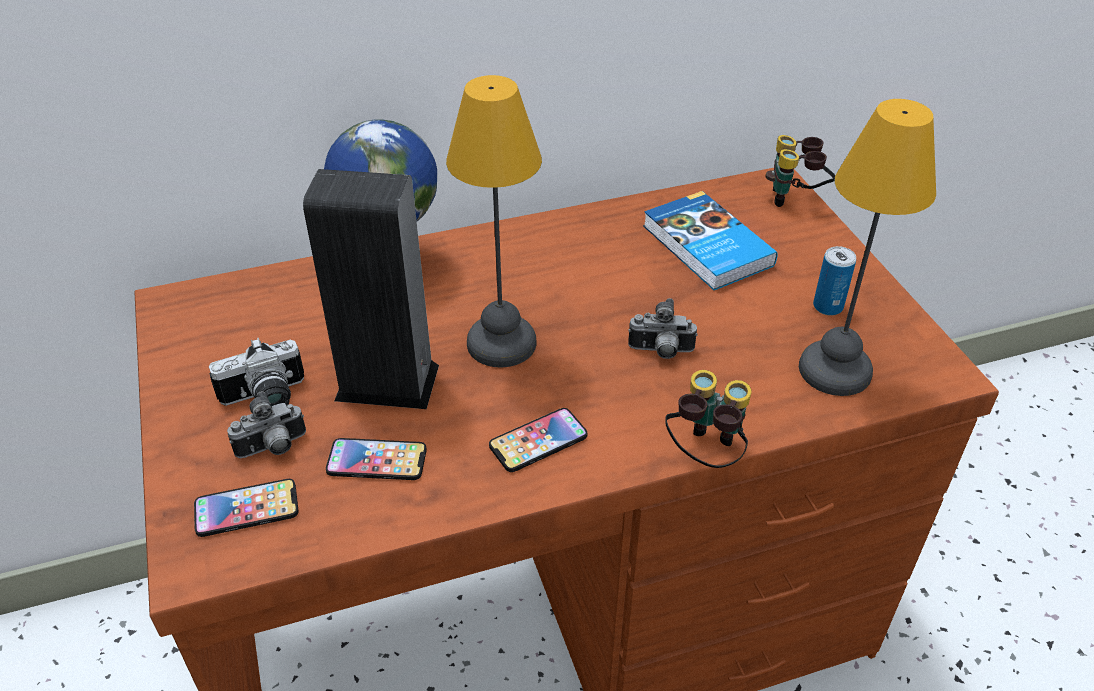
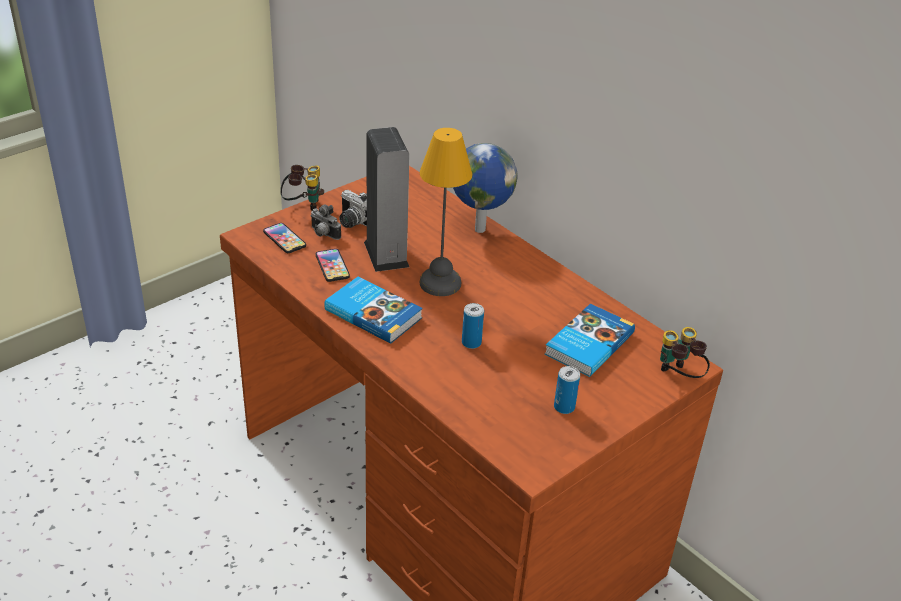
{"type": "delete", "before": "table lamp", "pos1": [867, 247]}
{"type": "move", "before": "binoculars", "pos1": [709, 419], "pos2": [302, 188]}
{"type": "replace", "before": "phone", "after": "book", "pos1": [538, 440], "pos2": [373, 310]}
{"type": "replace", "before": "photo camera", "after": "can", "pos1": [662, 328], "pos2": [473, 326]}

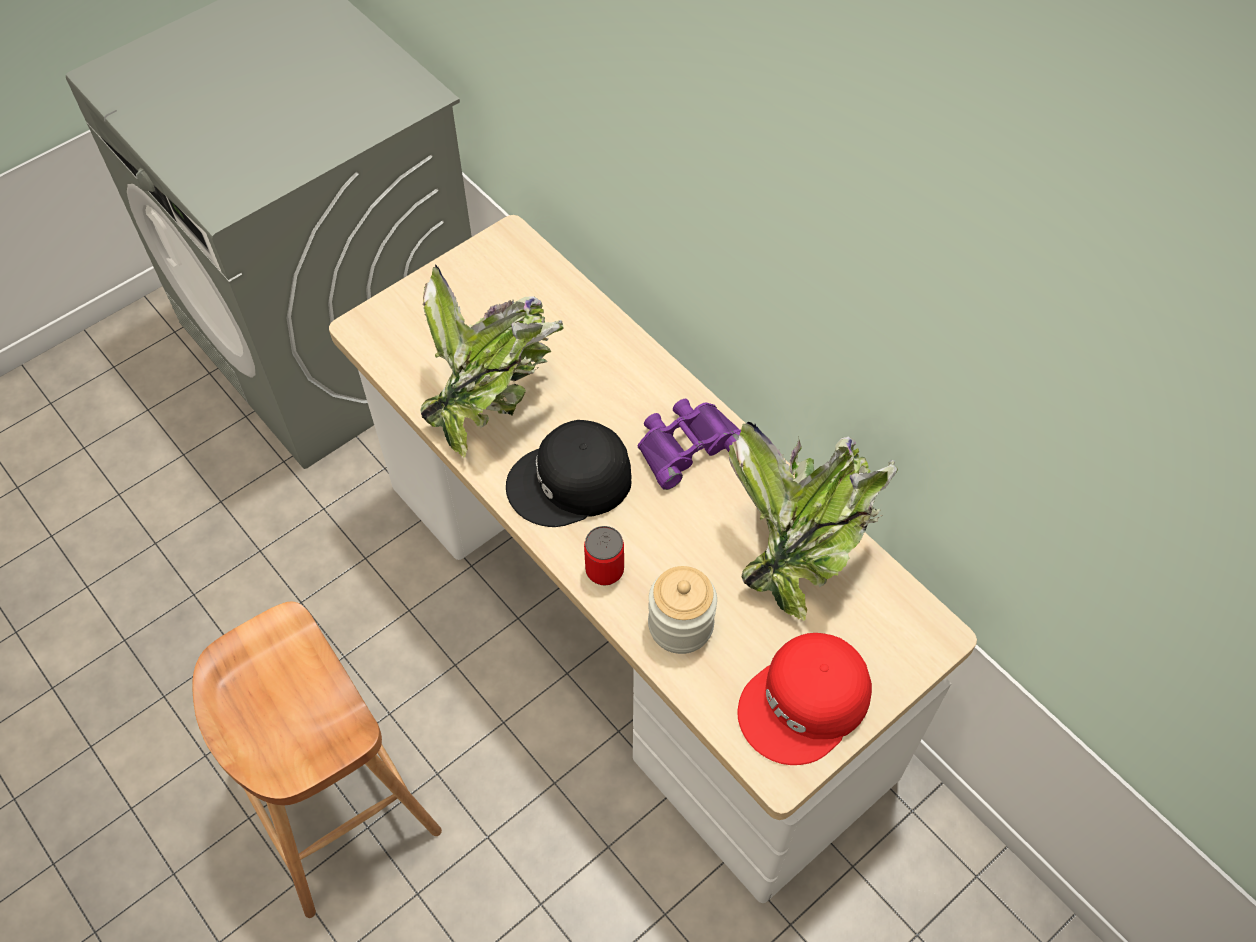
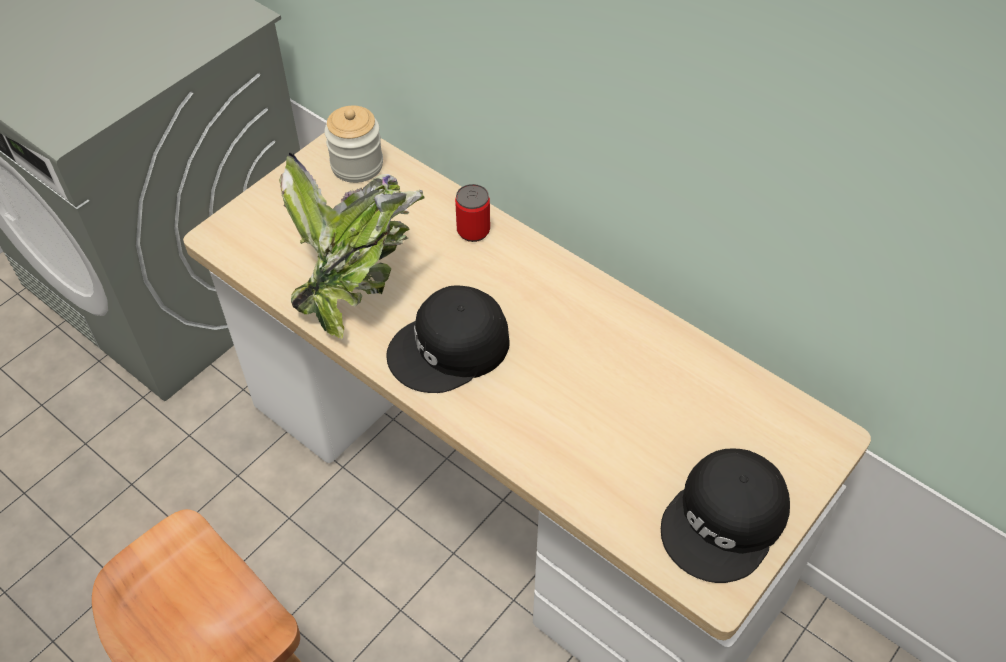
{"type": "delete", "before": "purple binoculars", "pos1": [689, 444]}
{"type": "delete", "before": "potted plant", "pos1": [813, 521]}
{"type": "move", "before": "can", "pos1": [604, 555], "pos2": [472, 213]}
{"type": "move", "before": "jar", "pos1": [682, 610], "pos2": [353, 144]}
{"type": "recolor", "before": "red cap", "after": "black cap", "pos1": [805, 699], "pos2": [725, 515]}

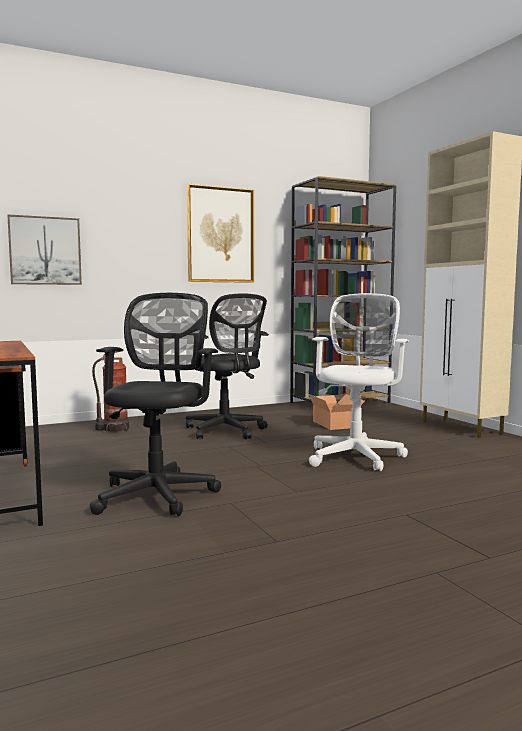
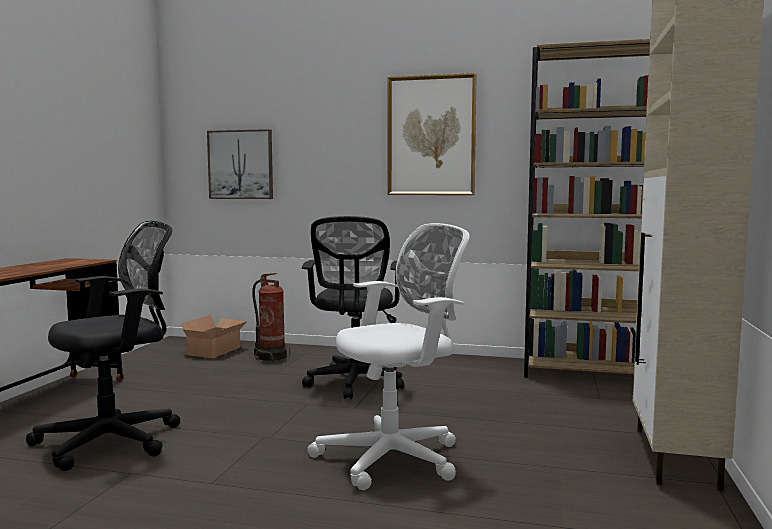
{"type": "move", "before": "cardboard box", "pos1": [337, 412], "pos2": [214, 336]}

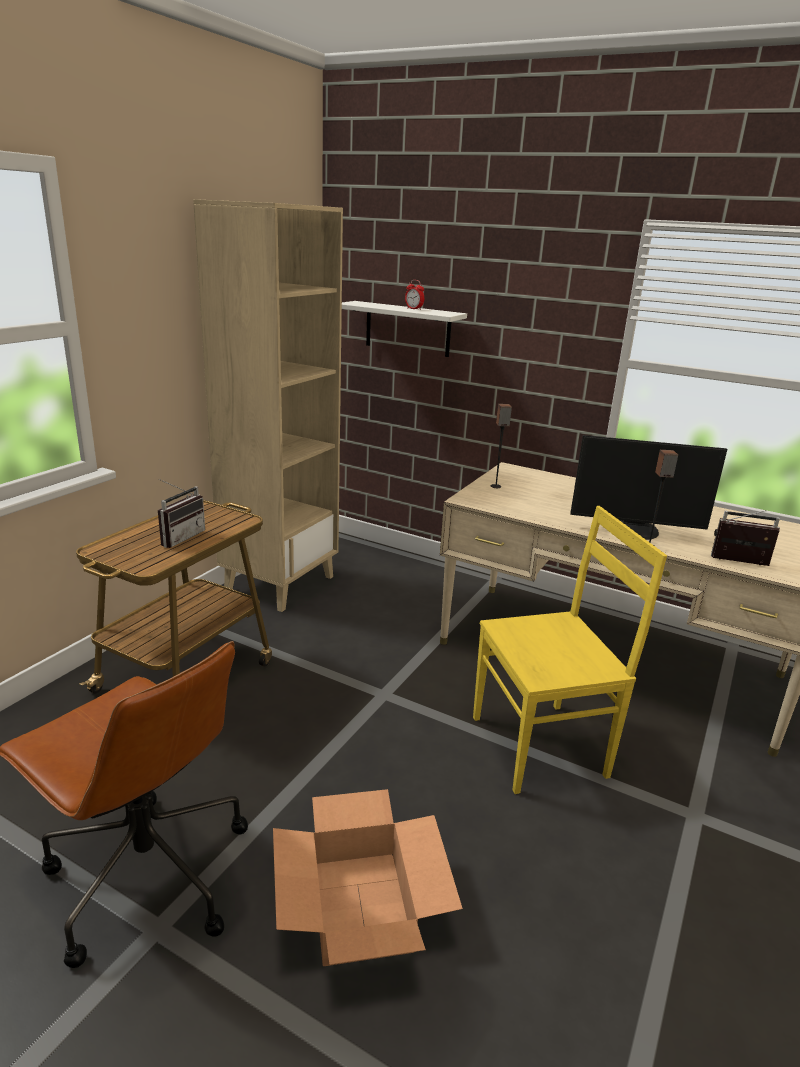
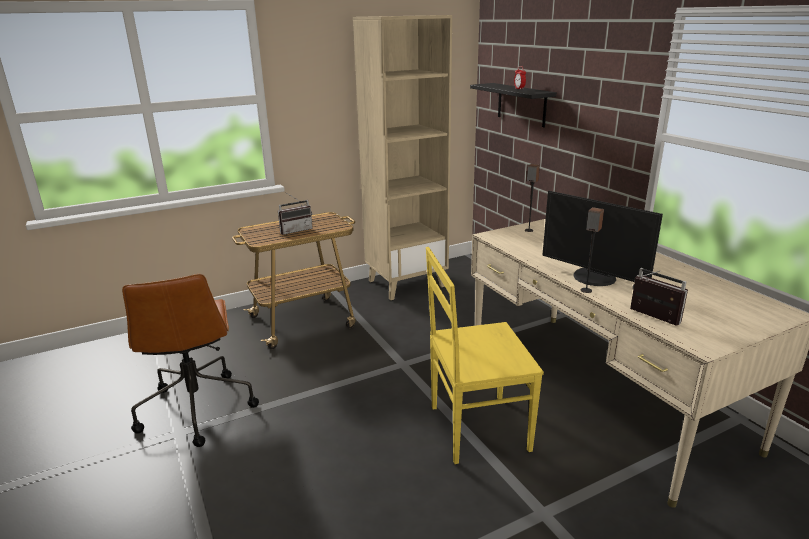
{"type": "delete", "before": "cardboard box", "pos1": [368, 877]}
{"type": "recolor", "before": "white shelf", "after": "black shelf", "pos1": [404, 329], "pos2": [513, 105]}
{"type": "rotate", "before": "yellow chair", "pos1": [570, 650], "pos2": [485, 355], "turn": 150}

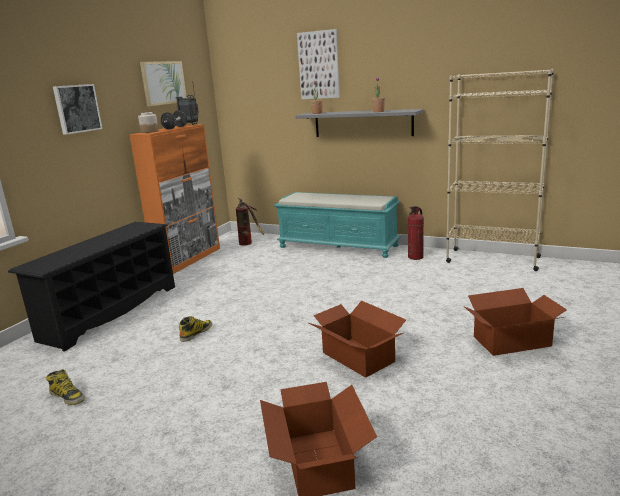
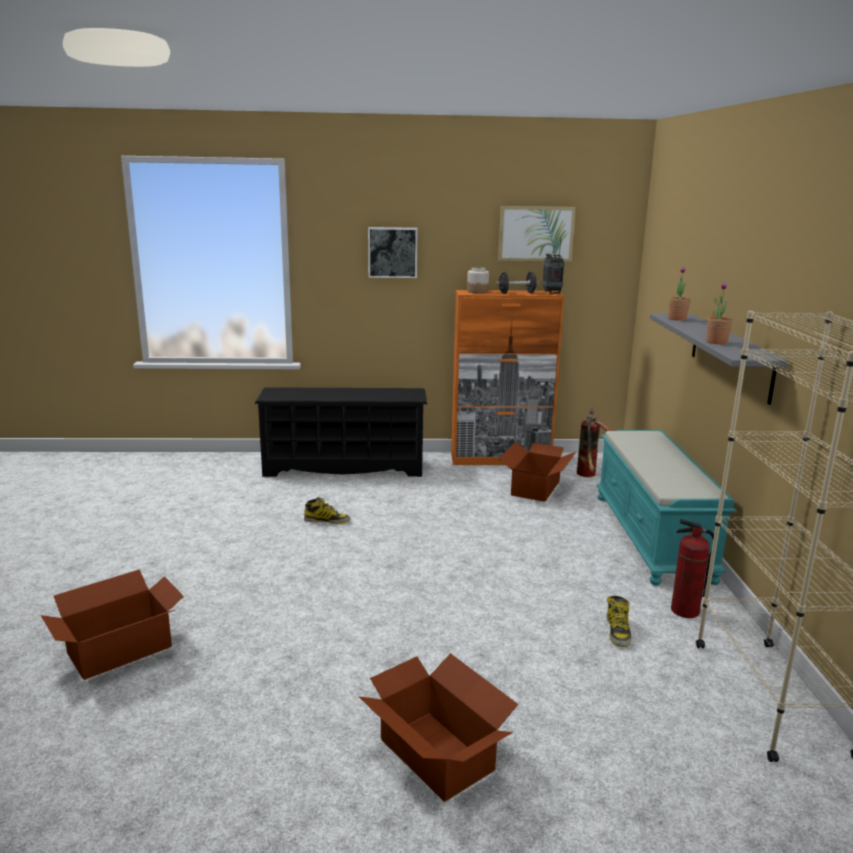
{"type": "delete", "before": "picture", "pos1": [318, 64]}
{"type": "move", "before": "boot", "pos1": [65, 387], "pos2": [618, 621]}
{"type": "move", "before": "cardboard box", "pos1": [357, 339], "pos2": [537, 472]}

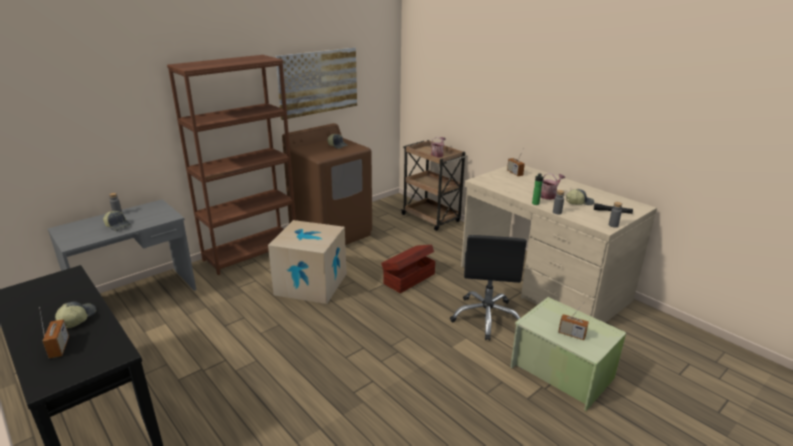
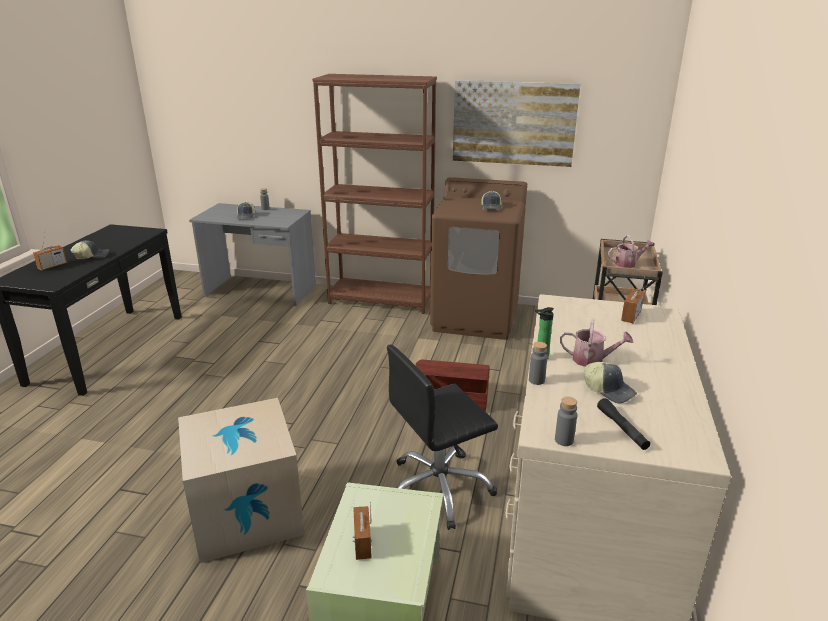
{"type": "move", "before": "cardboard box", "pos1": [307, 262], "pos2": [241, 480]}

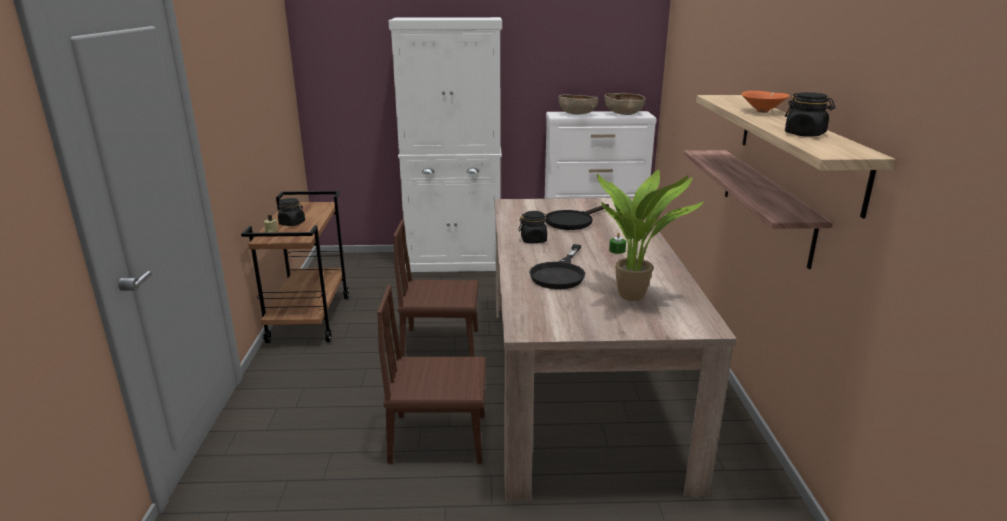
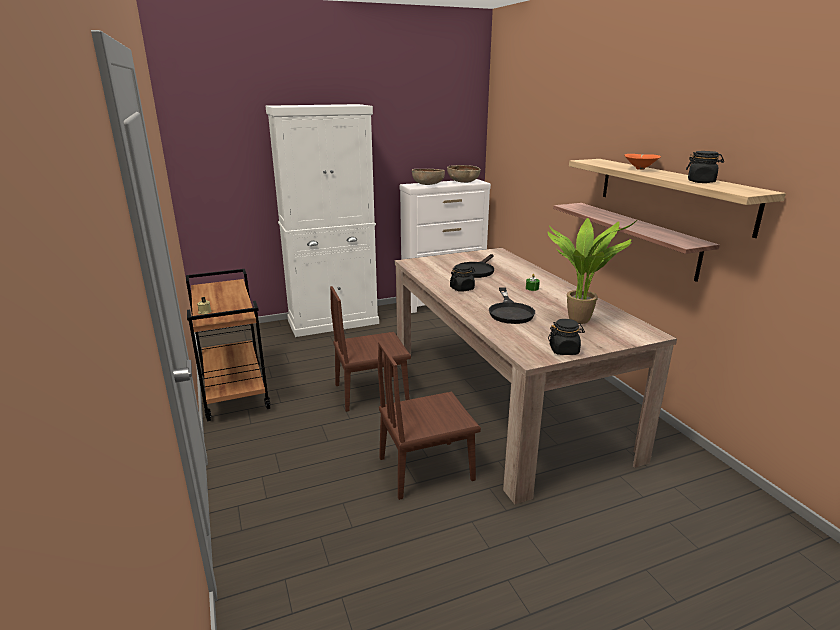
{"type": "move", "before": "black jar", "pos1": [291, 212], "pos2": [566, 337]}

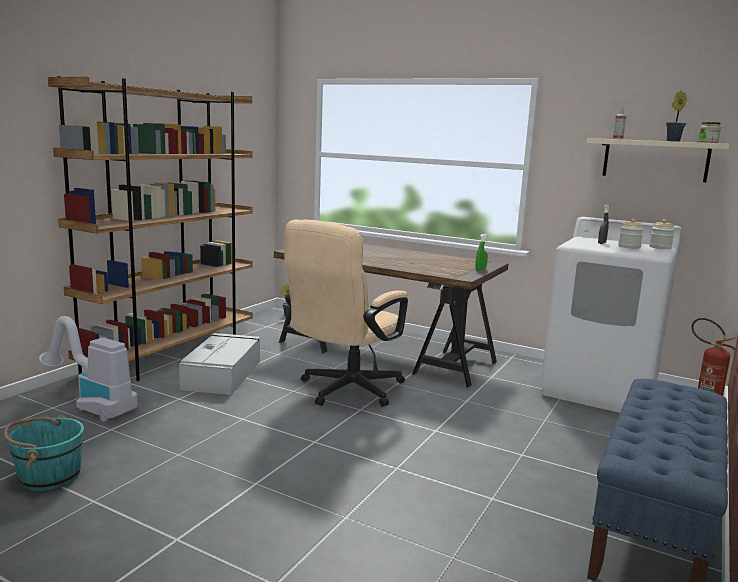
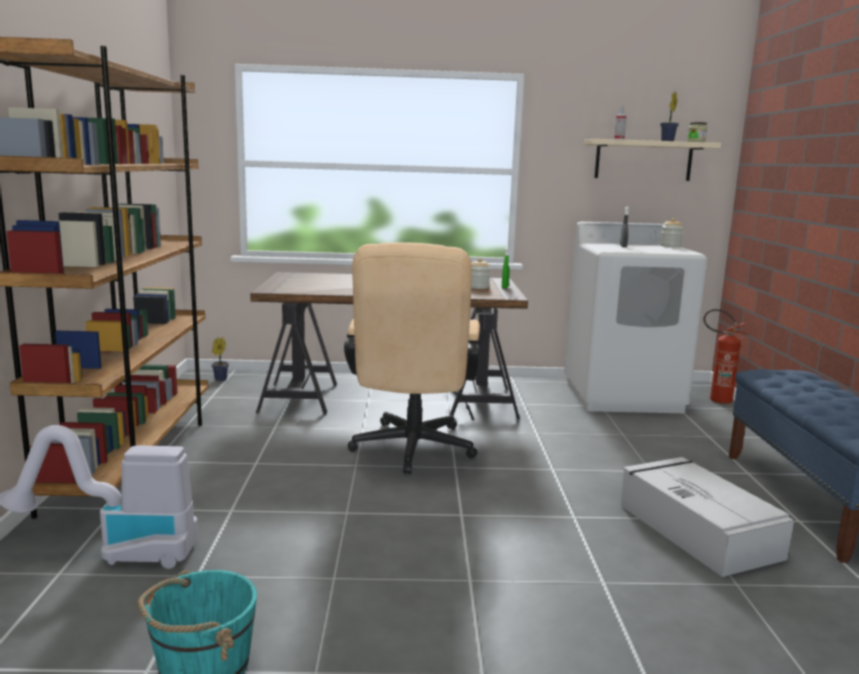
{"type": "move", "before": "grey storage box", "pos1": [220, 364], "pos2": [707, 517]}
{"type": "move", "before": "jar", "pos1": [631, 234], "pos2": [480, 273]}

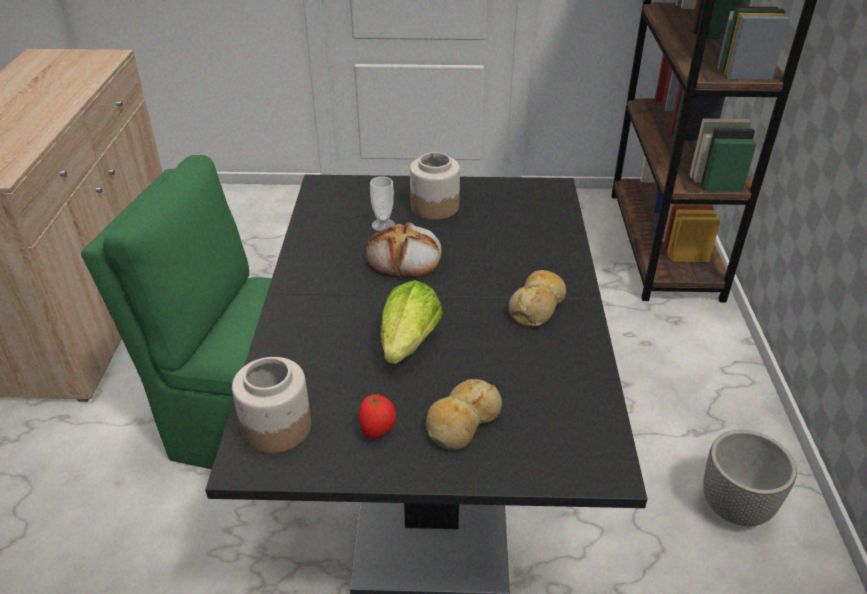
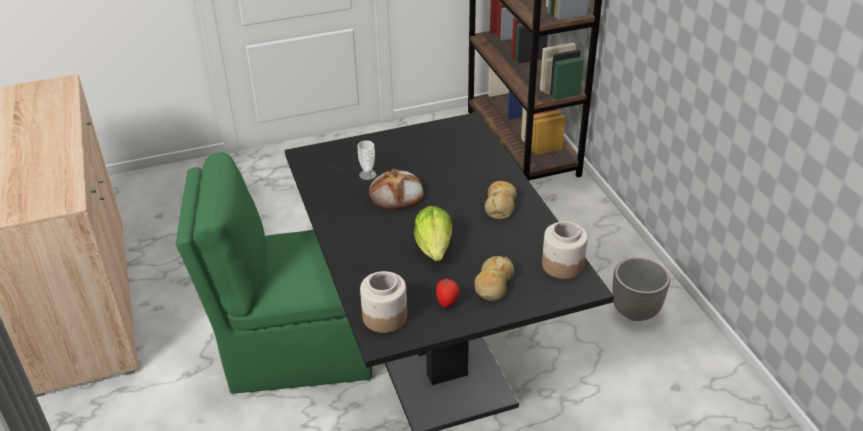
{"type": "move", "before": "jar", "pos1": [435, 186], "pos2": [565, 250]}

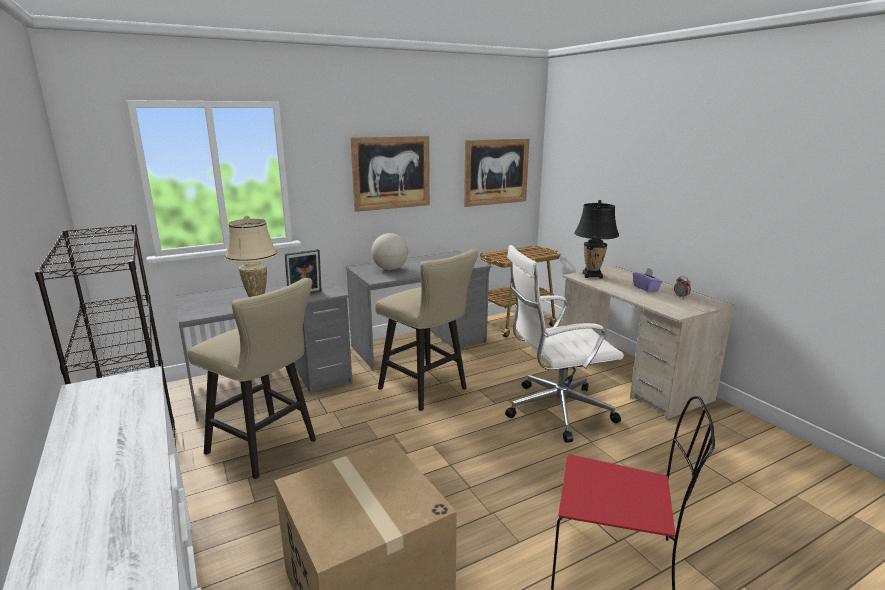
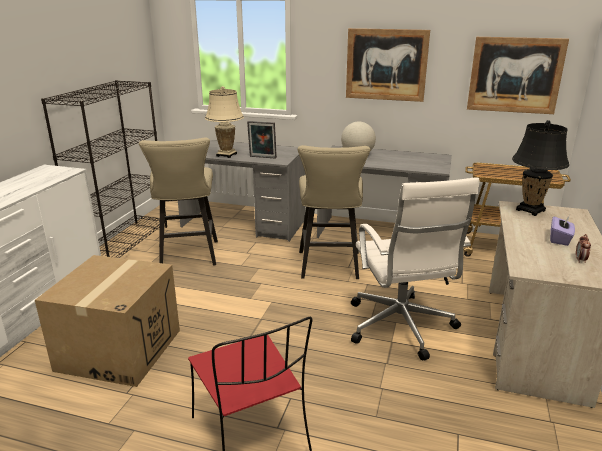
{"type": "rotate", "before": "white office chair", "pos1": [564, 344], "pos2": [415, 269], "turn": -135}

